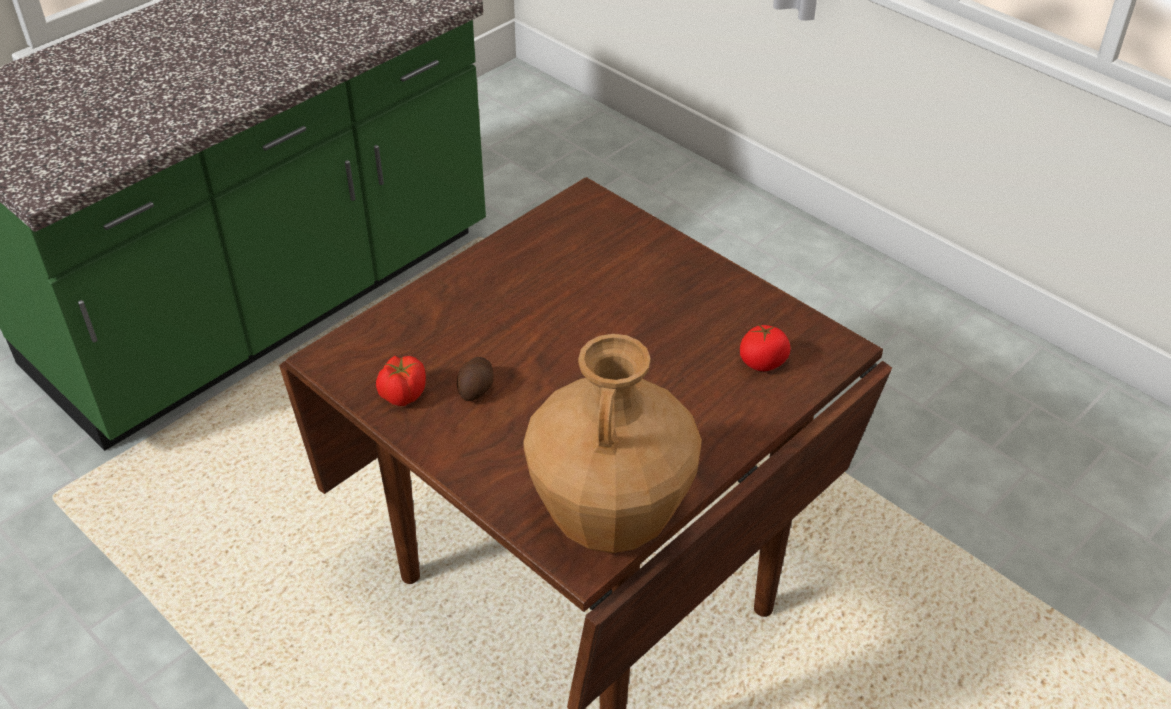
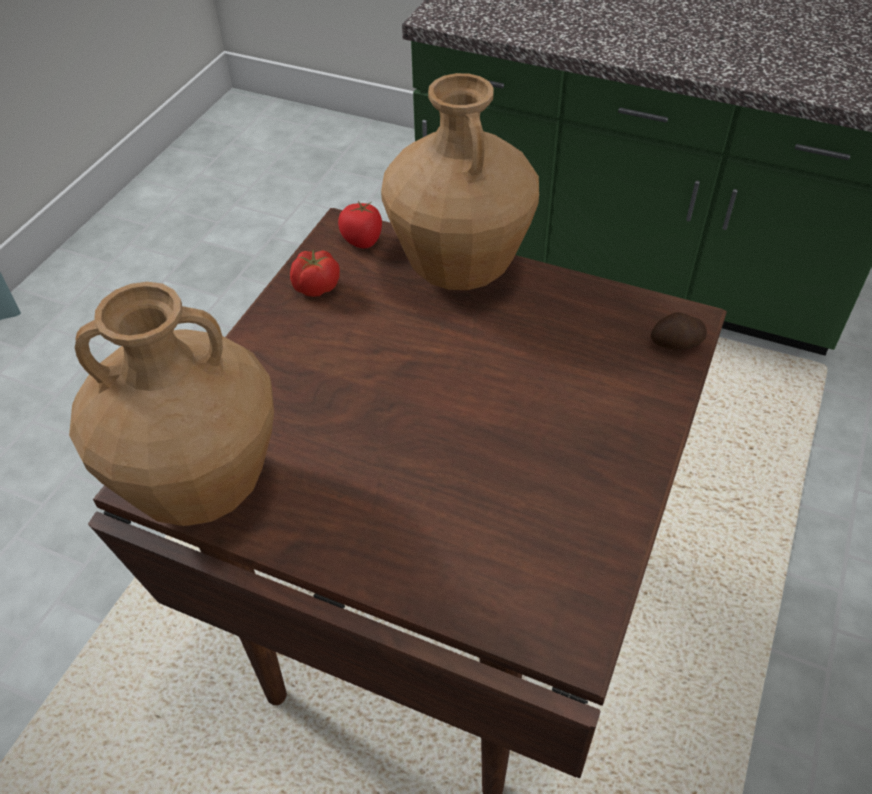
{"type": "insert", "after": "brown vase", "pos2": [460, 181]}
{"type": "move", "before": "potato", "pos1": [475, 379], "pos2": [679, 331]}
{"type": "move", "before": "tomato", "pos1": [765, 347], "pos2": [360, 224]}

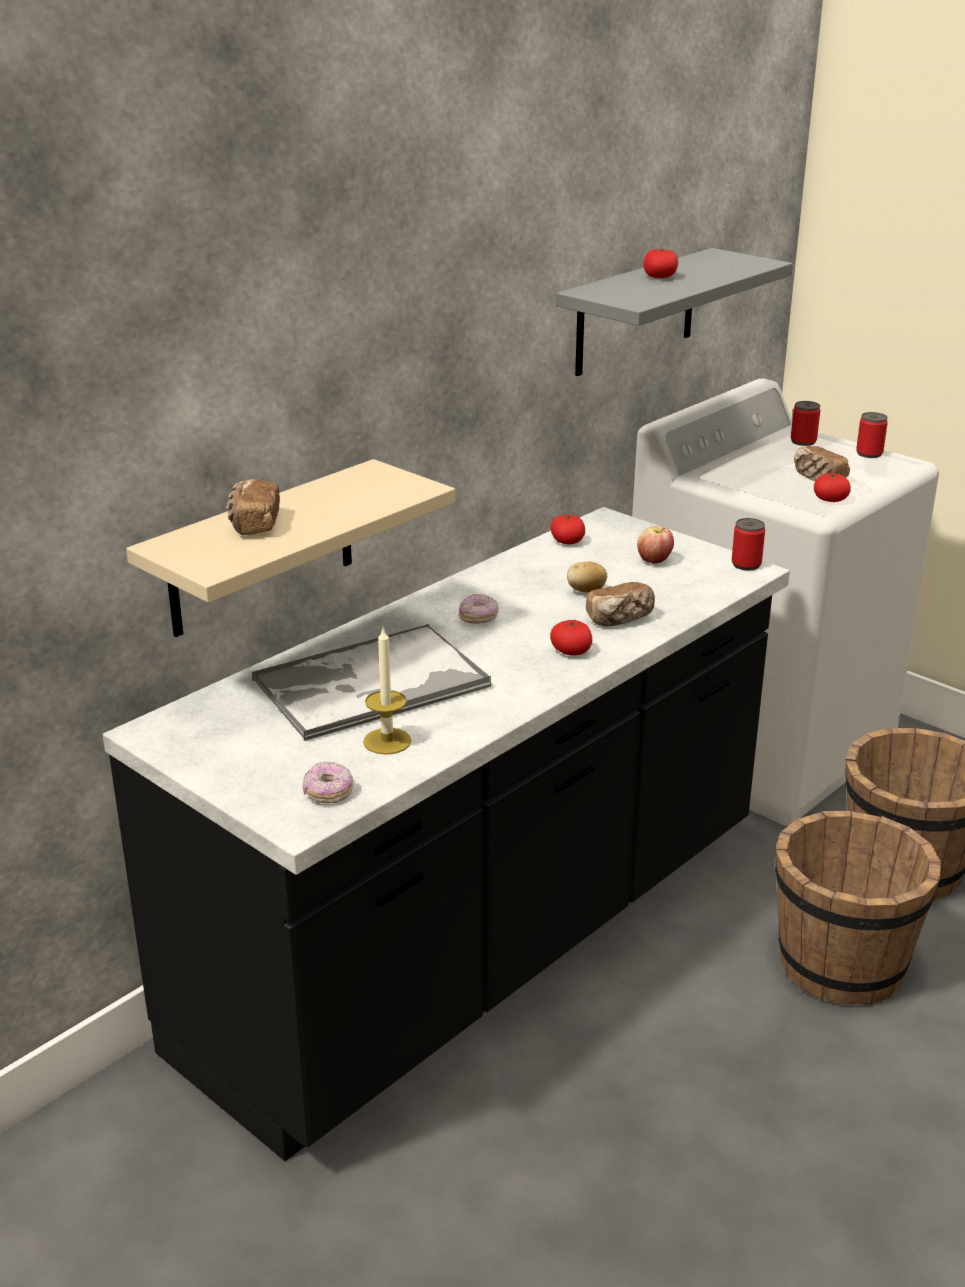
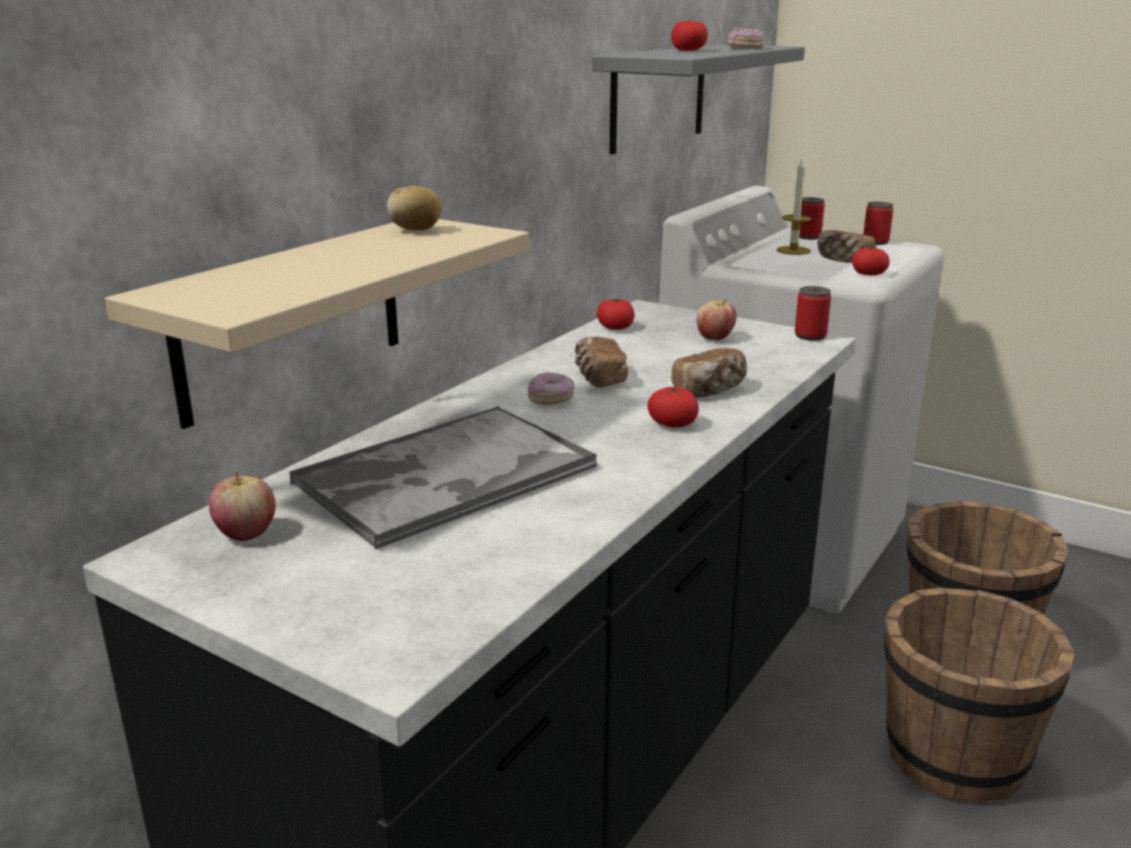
{"type": "insert", "after": "apple", "pos2": [242, 506]}
{"type": "move", "before": "bread", "pos1": [253, 507], "pos2": [601, 362]}
{"type": "move", "before": "donut", "pos1": [328, 782], "pos2": [746, 38]}
{"type": "move", "before": "candle", "pos1": [387, 691], "pos2": [794, 207]}
{"type": "move", "before": "potato", "pos1": [587, 577], "pos2": [414, 208]}

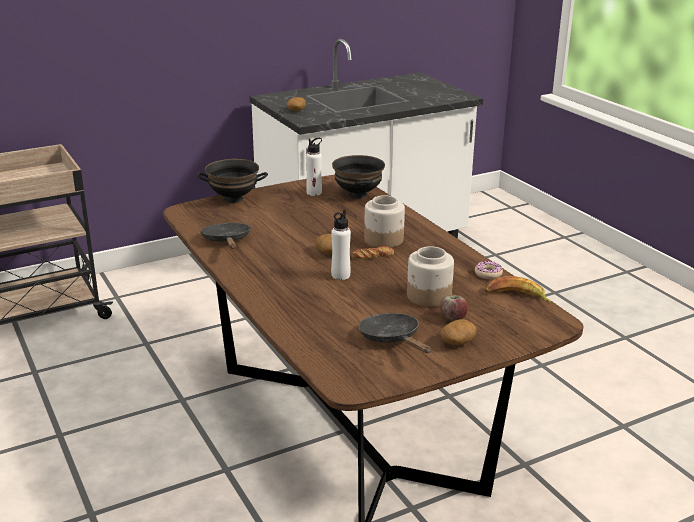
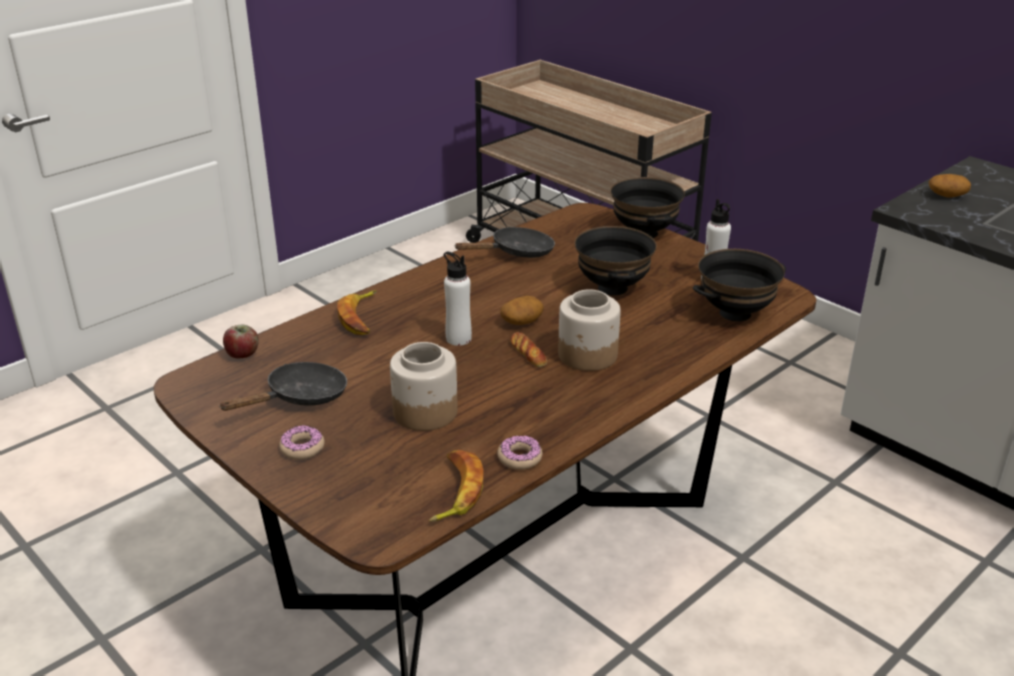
{"type": "insert", "after": "banana", "pos2": [357, 312]}
{"type": "insert", "after": "black bowl", "pos2": [615, 260]}
{"type": "move", "before": "apple", "pos1": [454, 308], "pos2": [241, 341]}
{"type": "replace", "before": "potato", "after": "donut", "pos1": [458, 332], "pos2": [302, 442]}

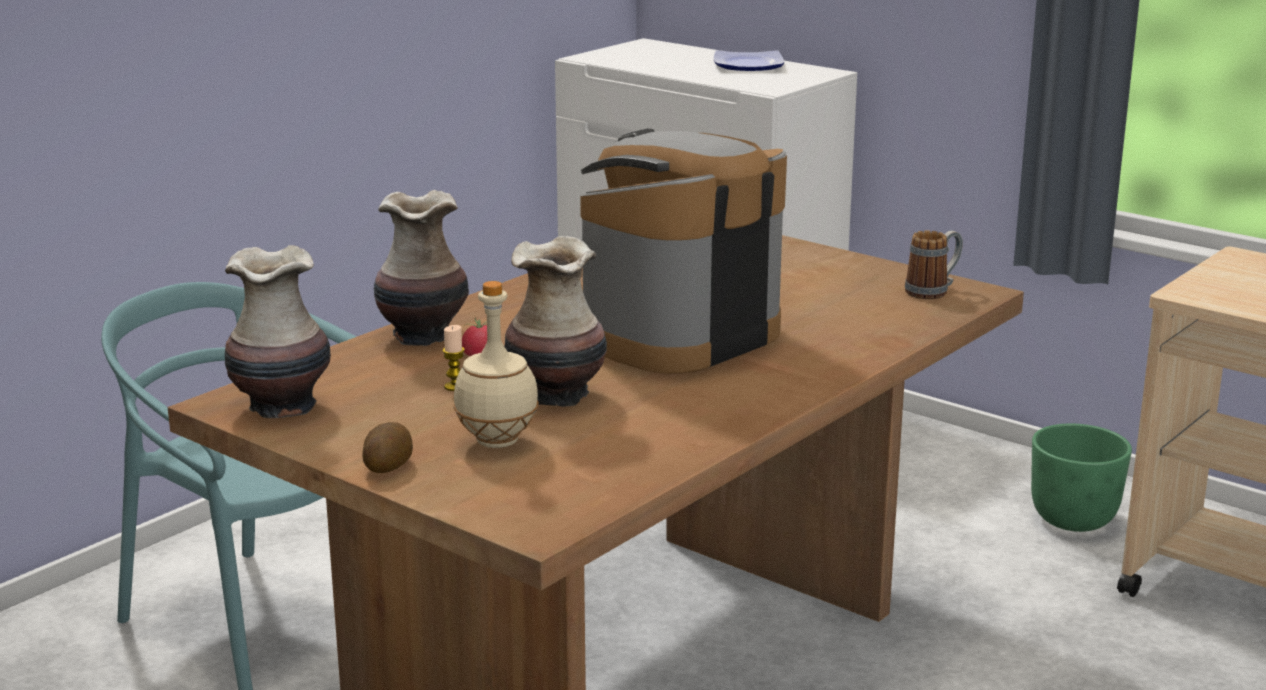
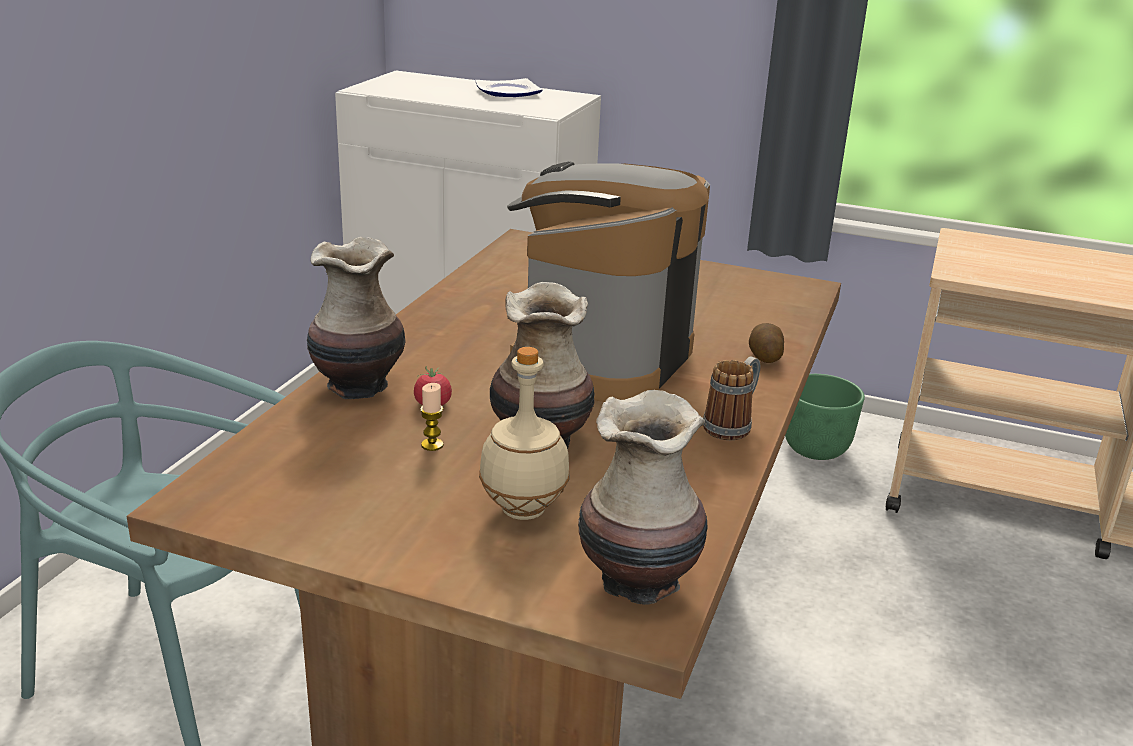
{"type": "move", "before": "vase", "pos1": [278, 331], "pos2": [642, 497]}
{"type": "move", "before": "potato", "pos1": [387, 447], "pos2": [766, 343]}
{"type": "move", "before": "mug", "pos1": [934, 264], "pos2": [731, 398]}

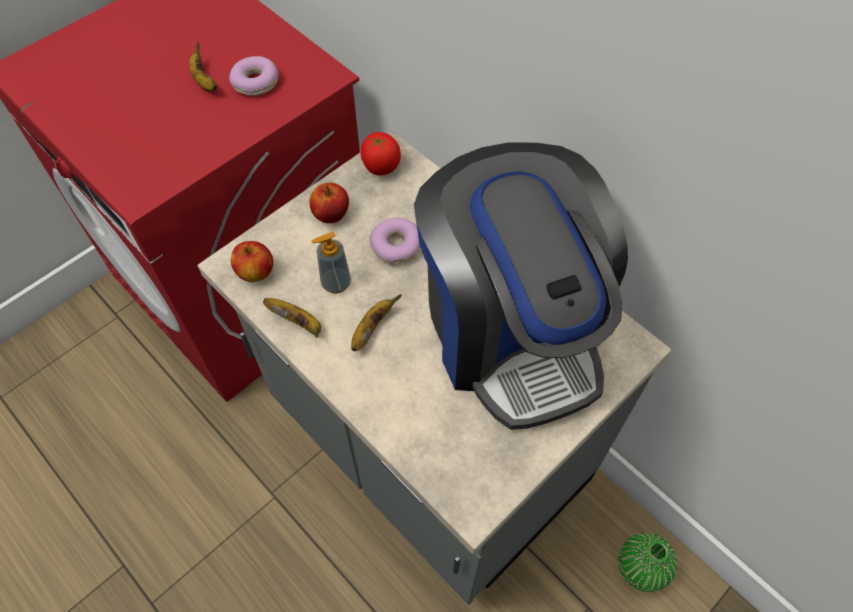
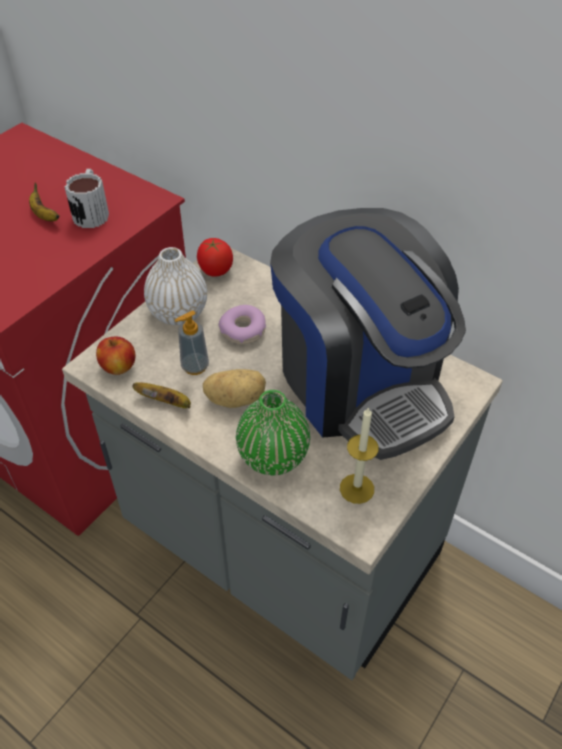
{"type": "insert", "after": "candle", "pos2": [359, 455]}
{"type": "move", "before": "green vase", "pos1": [647, 562], "pos2": [273, 432]}
{"type": "replace", "before": "donut", "after": "mug", "pos1": [253, 76], "pos2": [87, 198]}
{"type": "replace", "before": "apple", "after": "white vase", "pos1": [329, 202], "pos2": [175, 286]}
{"type": "replace", "before": "banana", "after": "potato", "pos1": [376, 322], "pos2": [234, 388]}

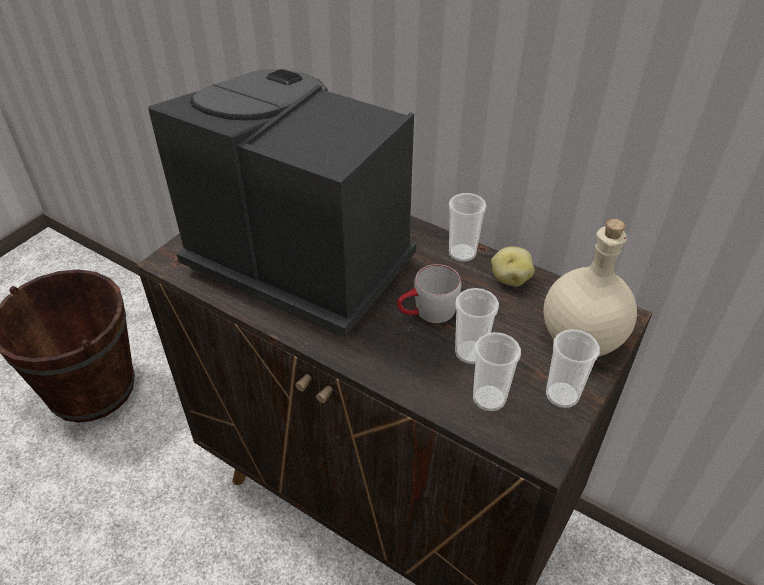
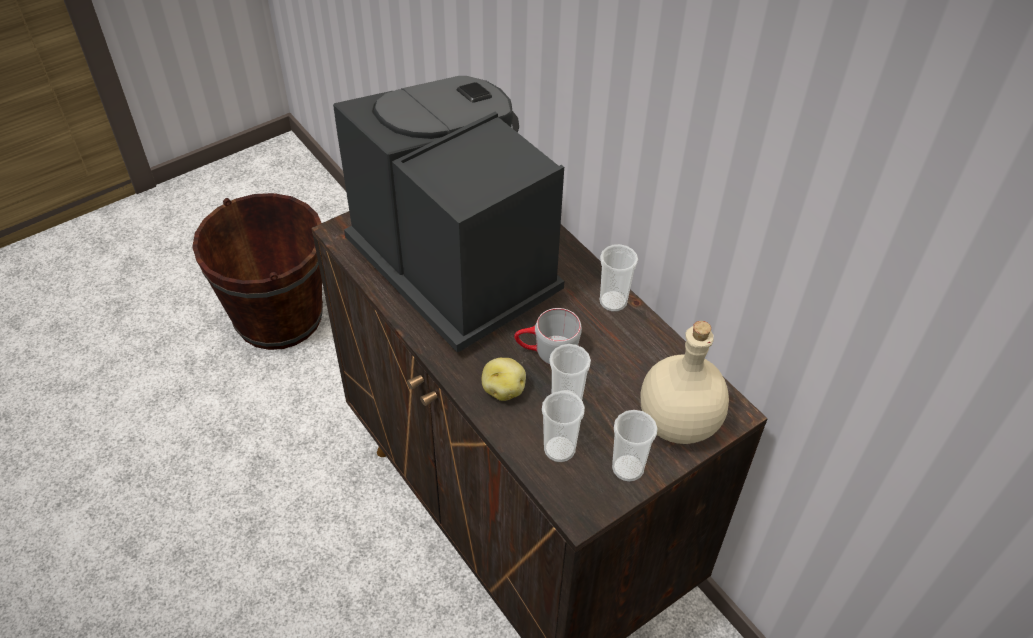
{"type": "move", "before": "potato", "pos1": [513, 266], "pos2": [504, 379]}

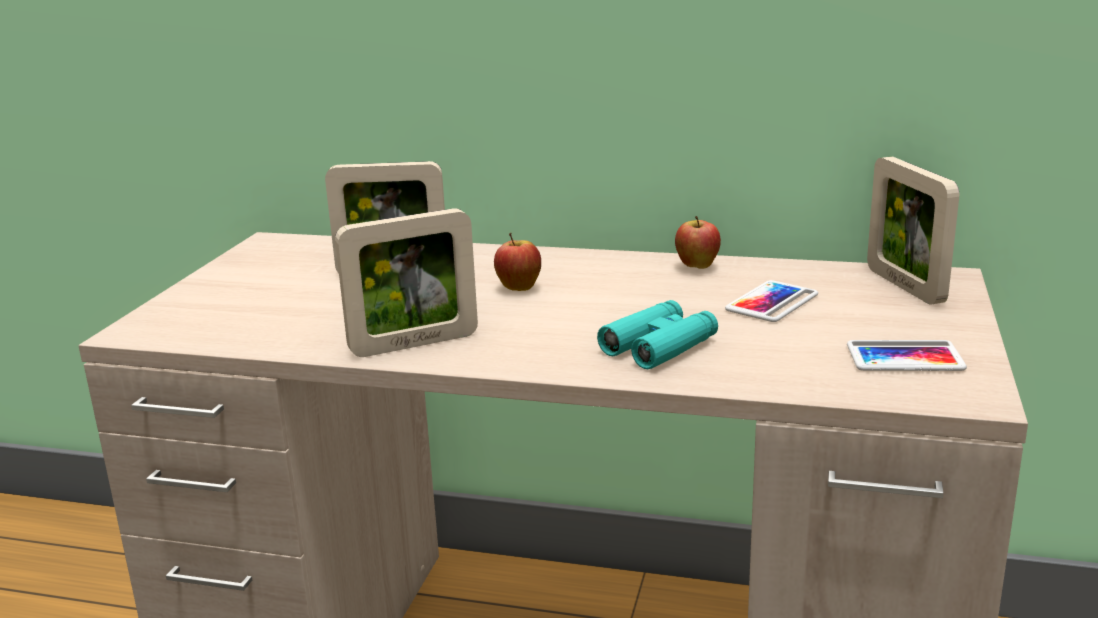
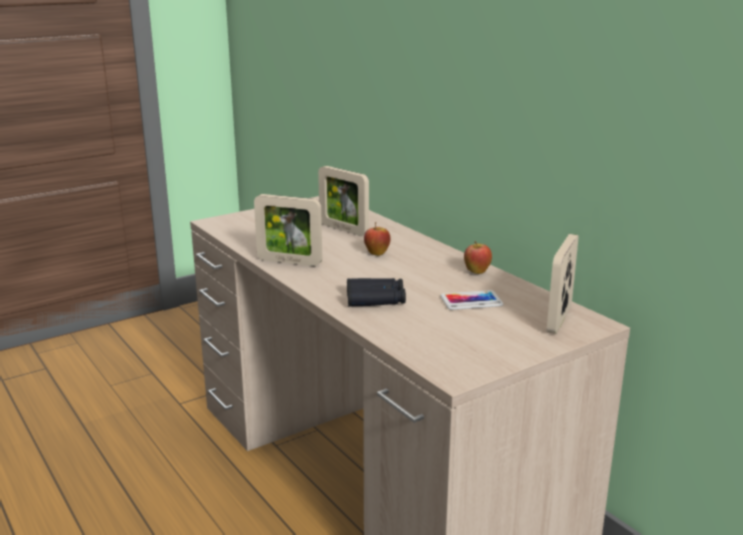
{"type": "delete", "before": "phone", "pos1": [907, 355]}
{"type": "recolor", "before": "turquoise binoculars", "after": "black binoculars", "pos1": [657, 334], "pos2": [376, 292]}

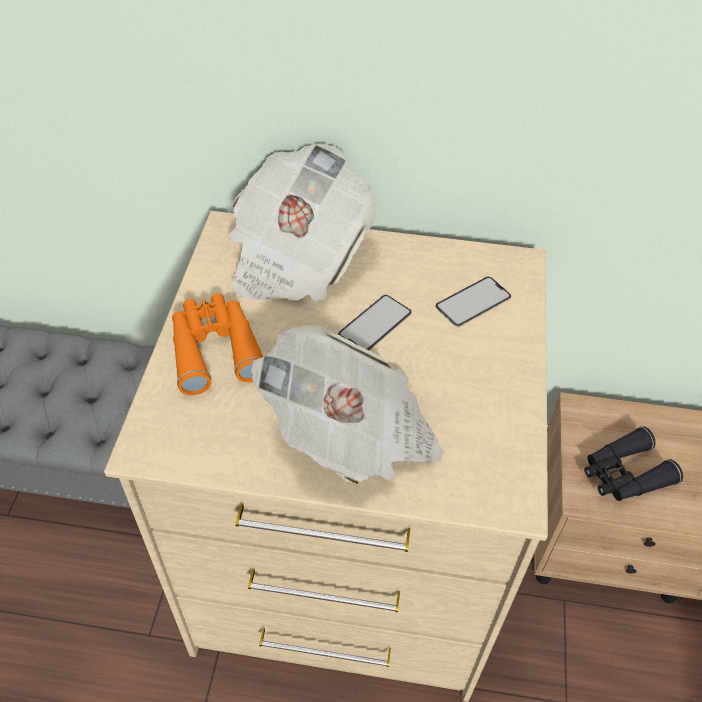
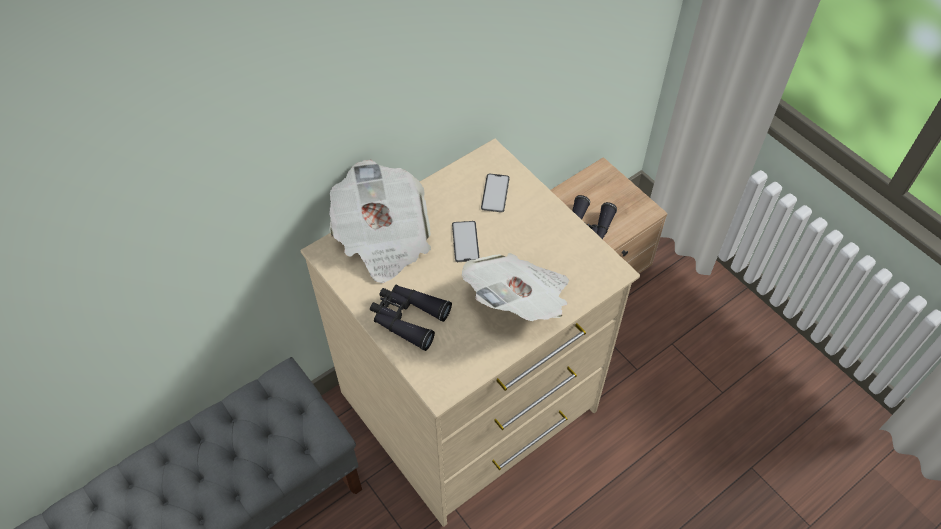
{"type": "recolor", "before": "orange binoculars", "after": "black binoculars", "pos1": [217, 344], "pos2": [411, 318]}

